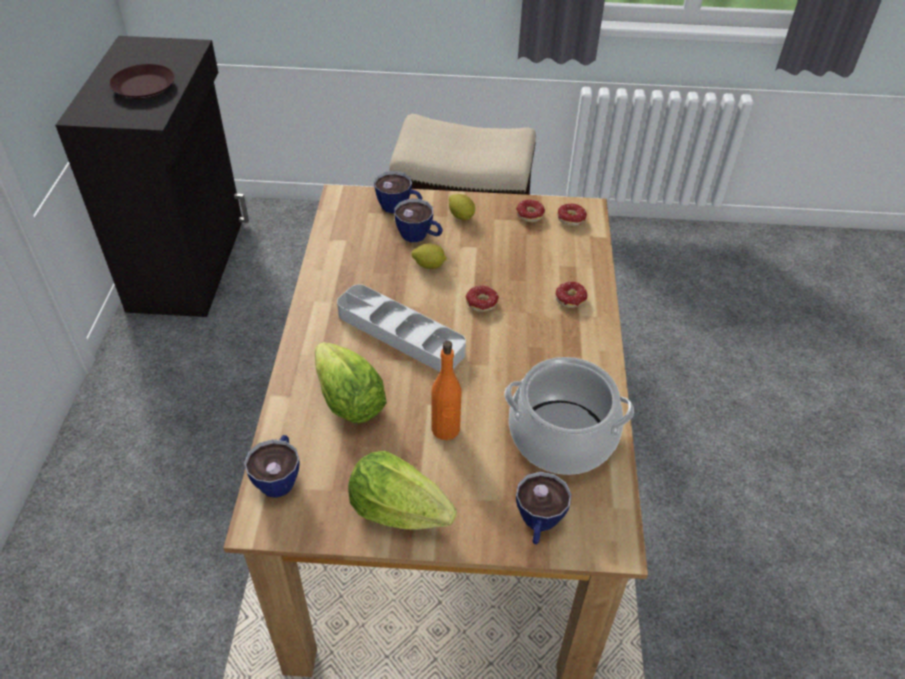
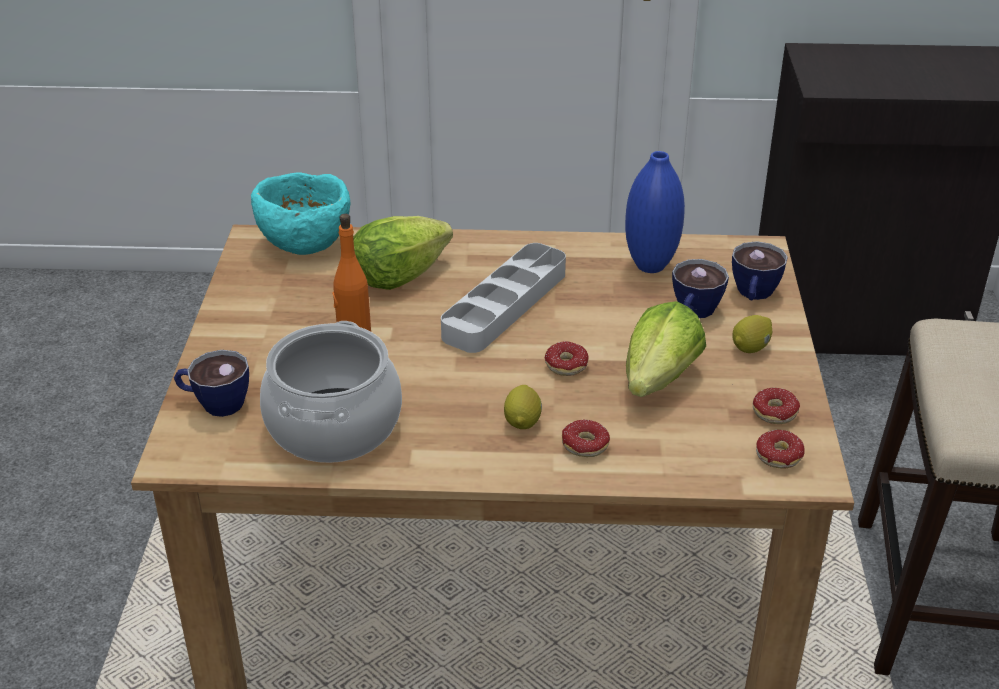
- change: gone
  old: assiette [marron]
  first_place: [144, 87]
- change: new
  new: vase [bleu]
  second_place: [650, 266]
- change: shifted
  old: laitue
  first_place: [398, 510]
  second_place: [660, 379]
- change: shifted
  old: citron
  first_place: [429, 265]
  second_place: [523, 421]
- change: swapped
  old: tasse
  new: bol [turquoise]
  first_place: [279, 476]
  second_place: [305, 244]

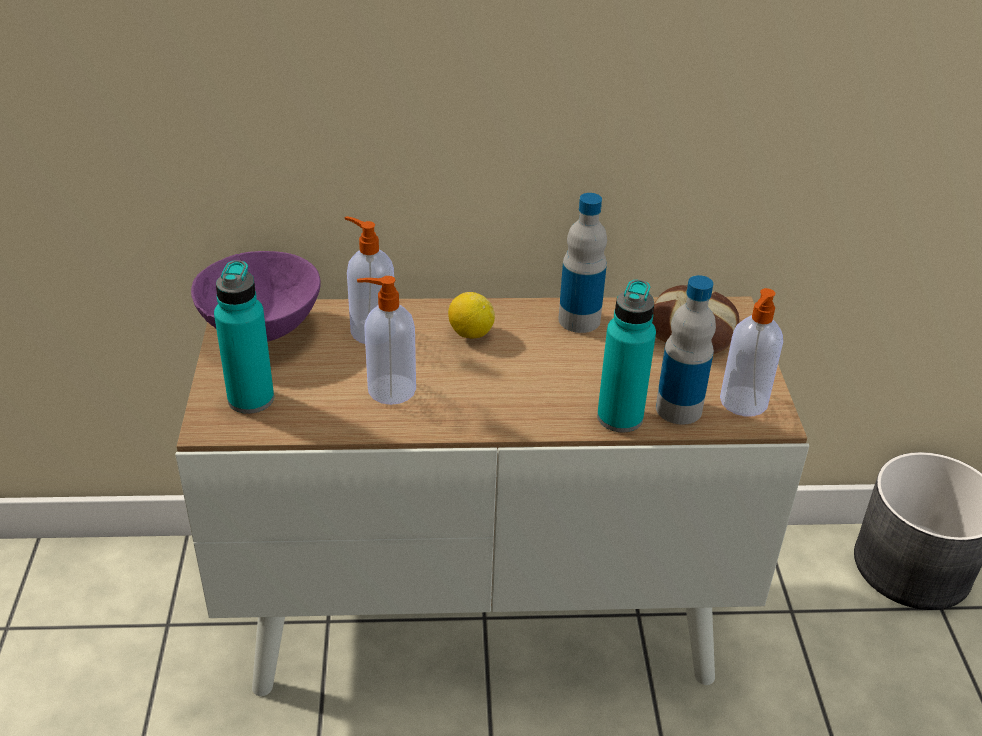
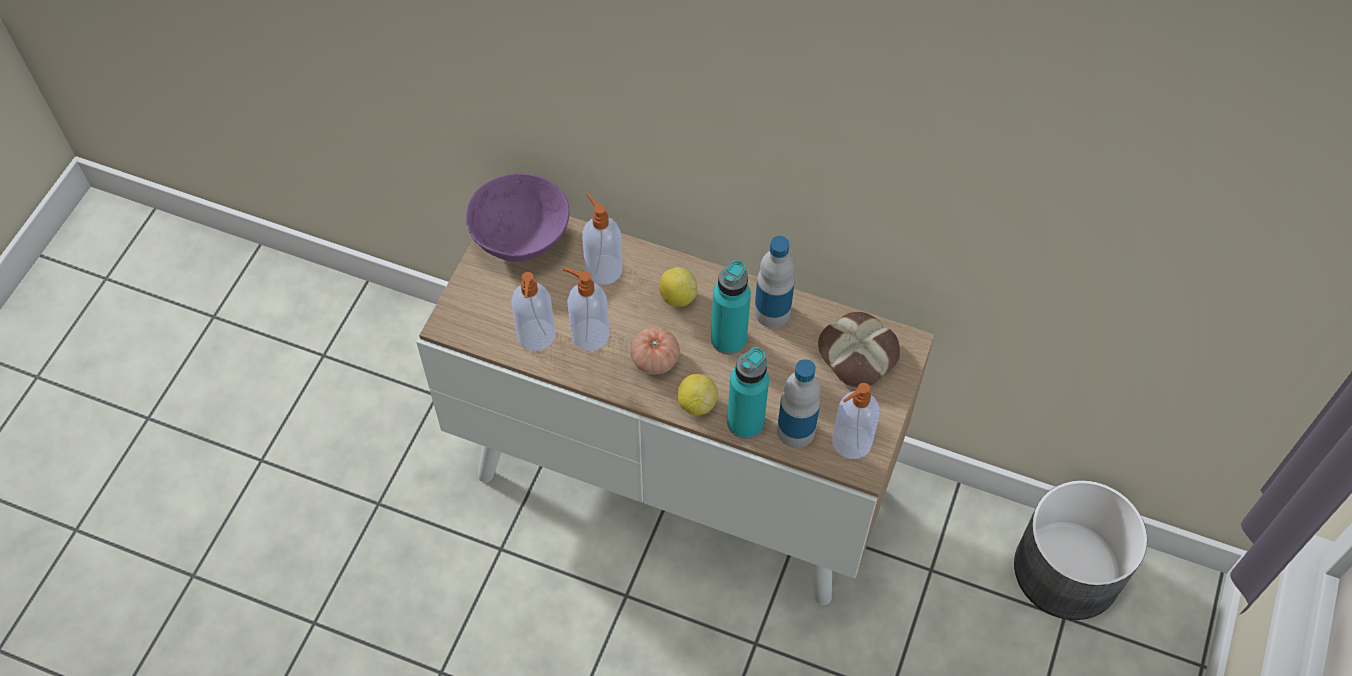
- change: new
  new: distributeur de savon
  second_place: [536, 336]
- change: new
  new: tomate
  second_place: [655, 360]
- change: new
  new: citron
  second_place: [697, 403]
- change: shifted
  old: bouteille [turquoise]
  first_place: [251, 399]
  second_place: [728, 339]

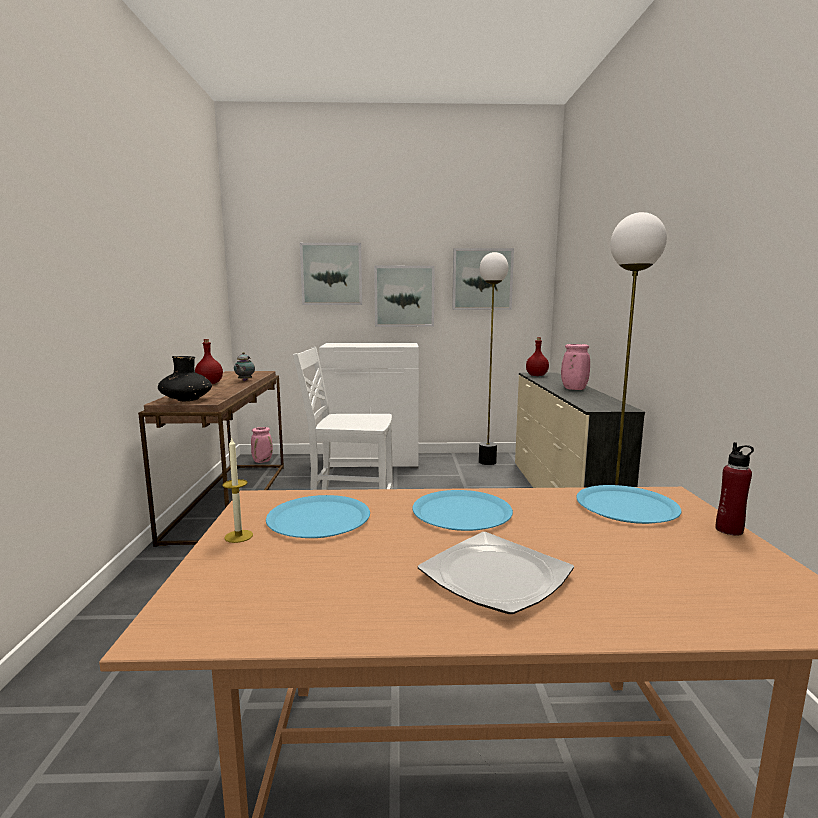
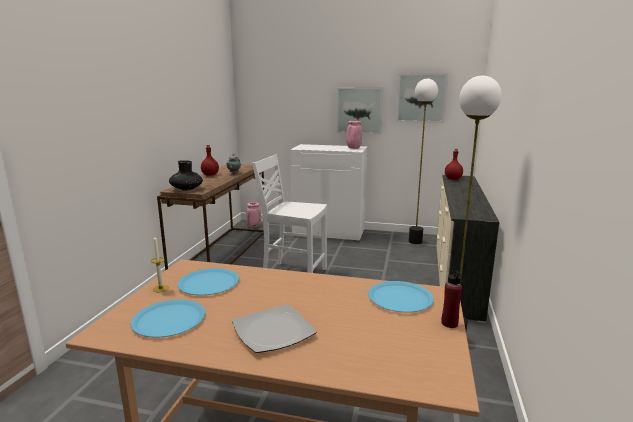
- change: gone
  old: tableau
  first_place: [331, 274]
- change: shifted
  old: assiette [bleu]
  first_place: [461, 512]
  second_place: [169, 319]
- change: shifted
  old: vase [rose]
  first_place: [573, 389]
  second_place: [353, 148]

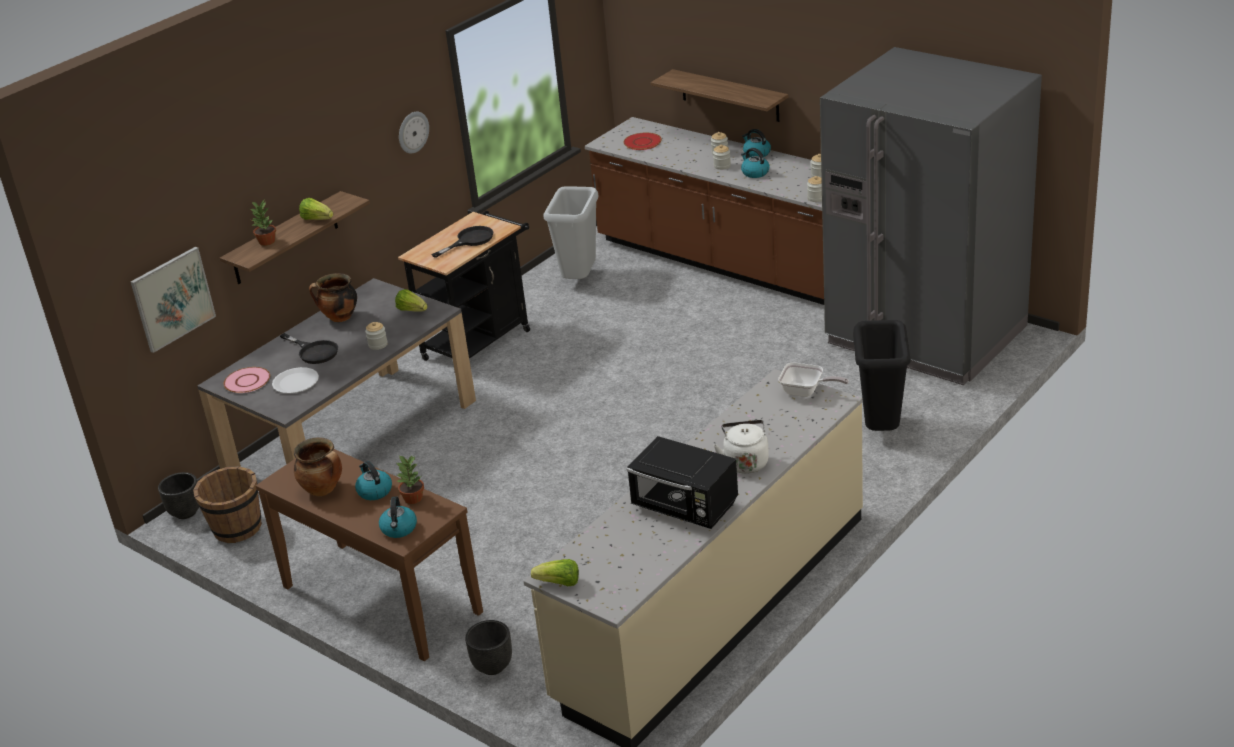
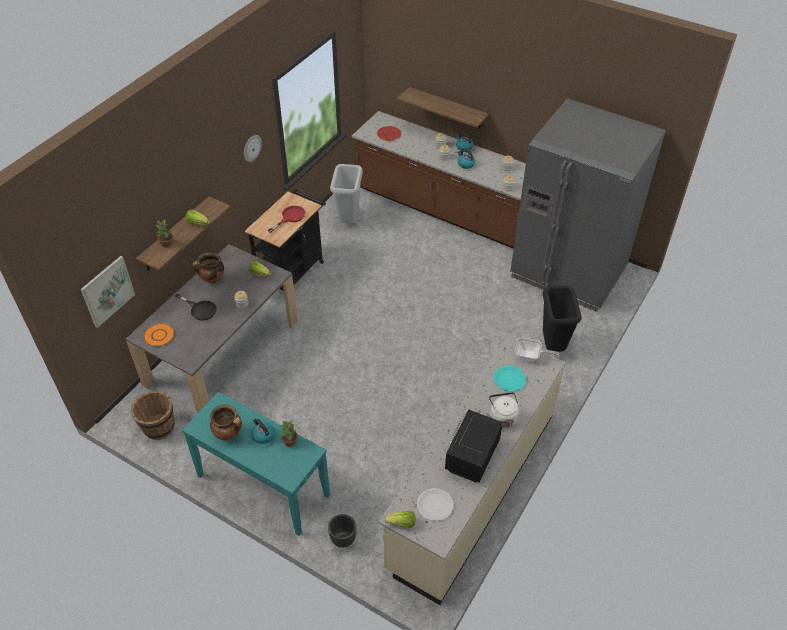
- change: gone
  old: cache-pot [noir]
  first_place: [185, 513]
- change: gone
  old: bouilloire
  first_place: [399, 529]
- change: new
  new: assiette [turquoise]
  second_place: [509, 379]
- change: shifted
  old: assiette [blanc]
  first_place: [295, 382]
  second_place: [435, 505]
- change: repainted
  old: assiette [rose]
  new: assiette [orange]
  first_place: [247, 381]
  second_place: [159, 335]
- change: repainted
  old: table console [marron]
  new: table console [turquoise]
  first_place: [380, 600]
  second_place: [263, 486]
- change: repainted
  old: poêle [noir]
  new: poêle [rouge]
  first_place: [470, 240]
  second_place: [290, 217]
- change: rotated
  old: micro-ondes [noir]
  first_place: [685, 508]
  second_place: [471, 457]
  degrees: 90

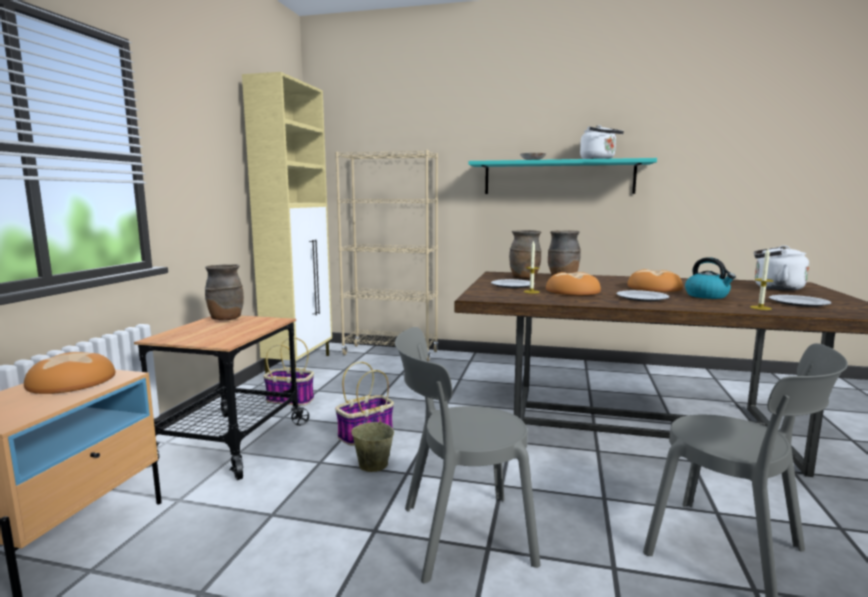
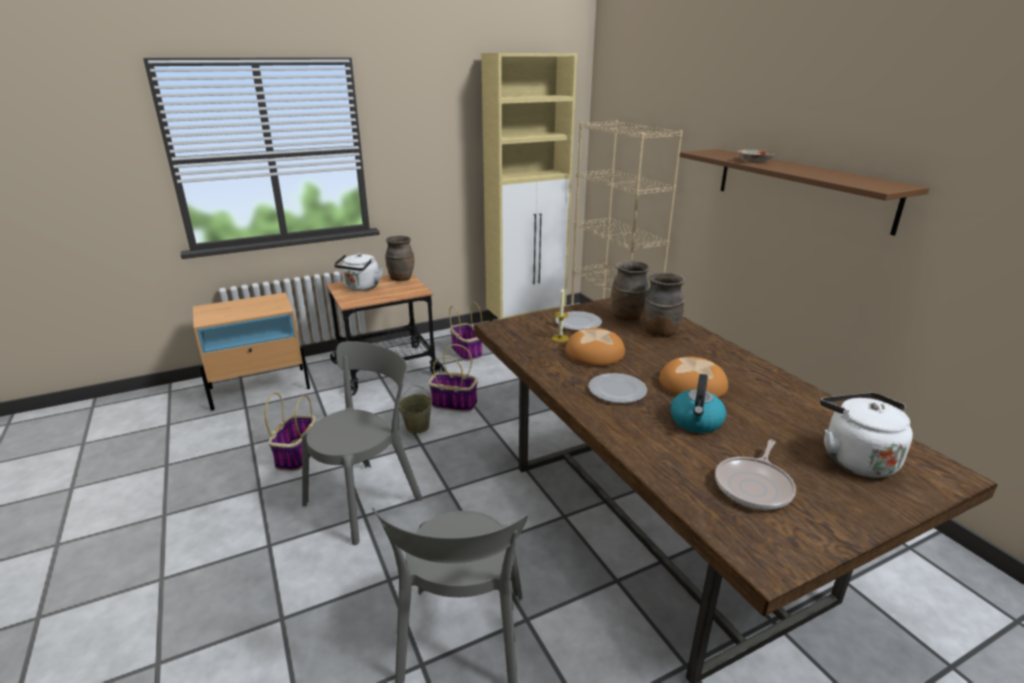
- change: gone
  old: pain
  first_place: [72, 381]
- change: gone
  old: bougie
  first_place: [760, 308]
- change: new
  new: panier
  second_place: [297, 454]
- change: shifted
  old: bouilloire [blanc]
  first_place: [599, 159]
  second_place: [361, 288]
- change: swapped
  old: assiette
  new: poêle
  first_place: [798, 303]
  second_place: [754, 486]
- change: repainted
  old: étagère [turquoise]
  new: étagère [marron]
  first_place: [558, 178]
  second_place: [800, 187]
- change: rotated
  old: chaise [gris]
  first_place: [459, 536]
  second_place: [367, 498]
  degrees: 90

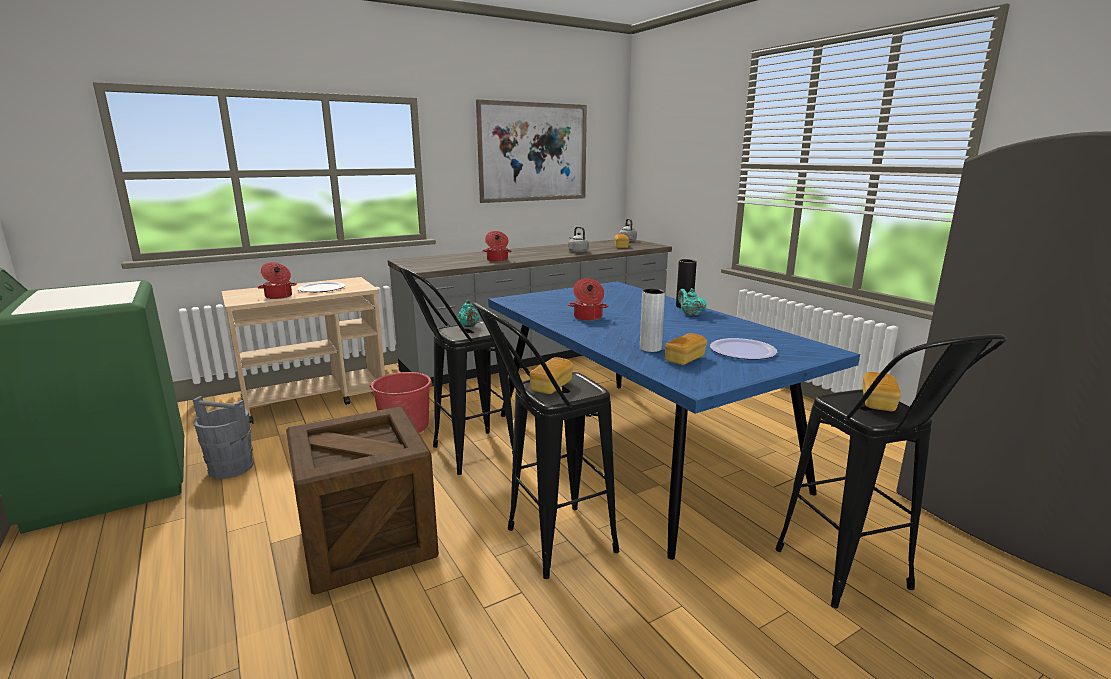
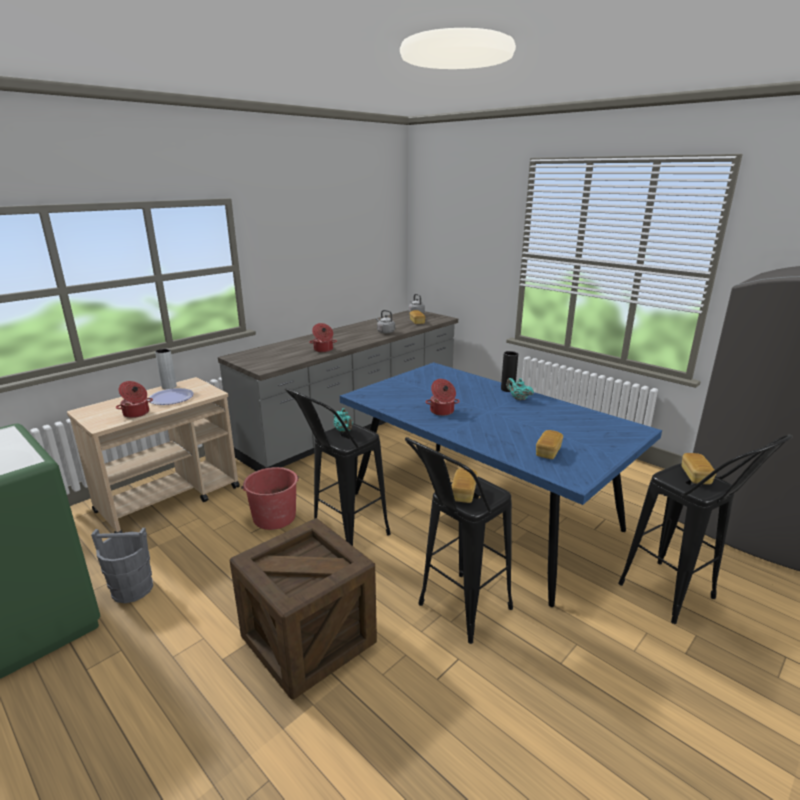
- change: gone
  old: tableau
  first_place: [534, 152]
- change: gone
  old: assiette
  first_place: [742, 351]
- change: shifted
  old: vase [gris]
  first_place: [650, 348]
  second_place: [169, 387]

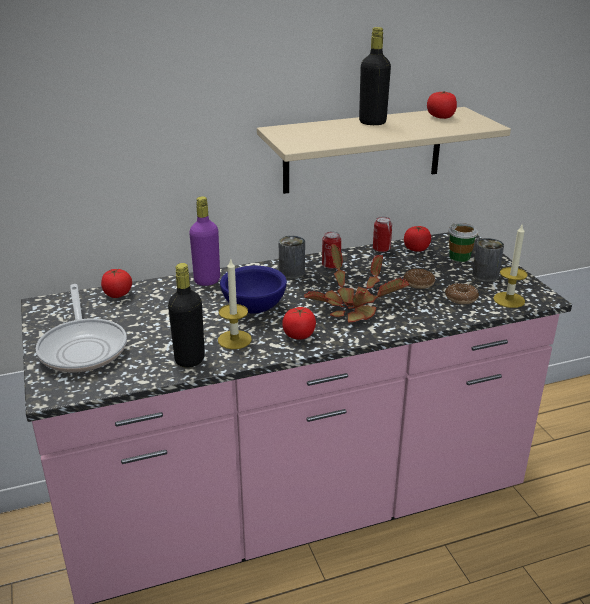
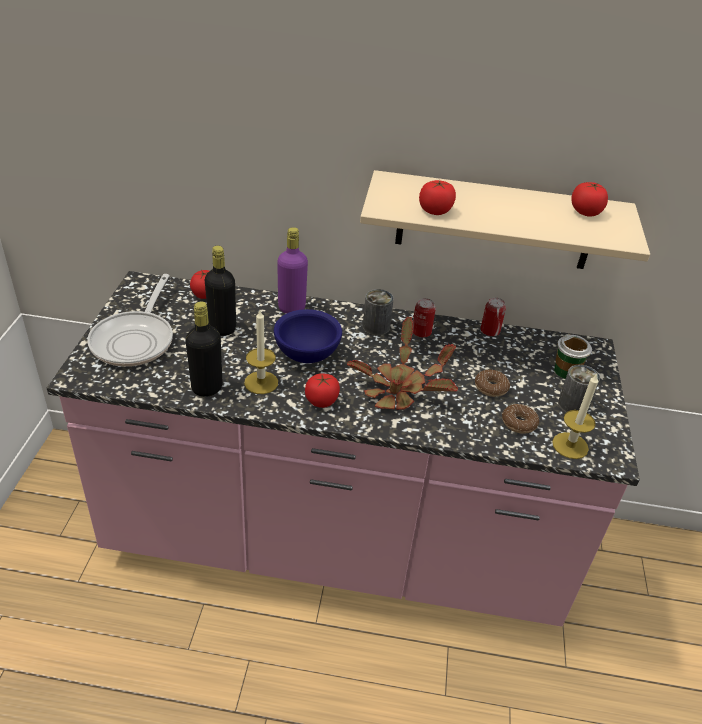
- change: shifted
  old: bouteille [noir]
  first_place: [372, 122]
  second_place: [222, 328]
- change: shifted
  old: tomate
  first_place: [416, 249]
  second_place: [435, 211]

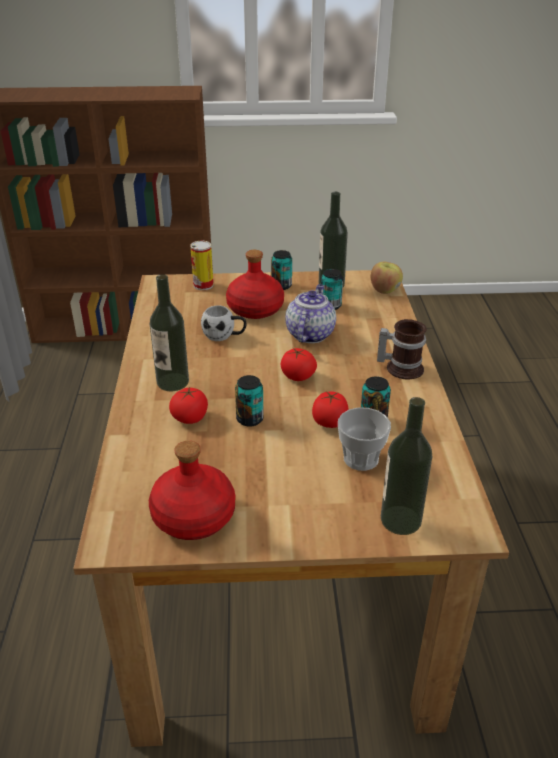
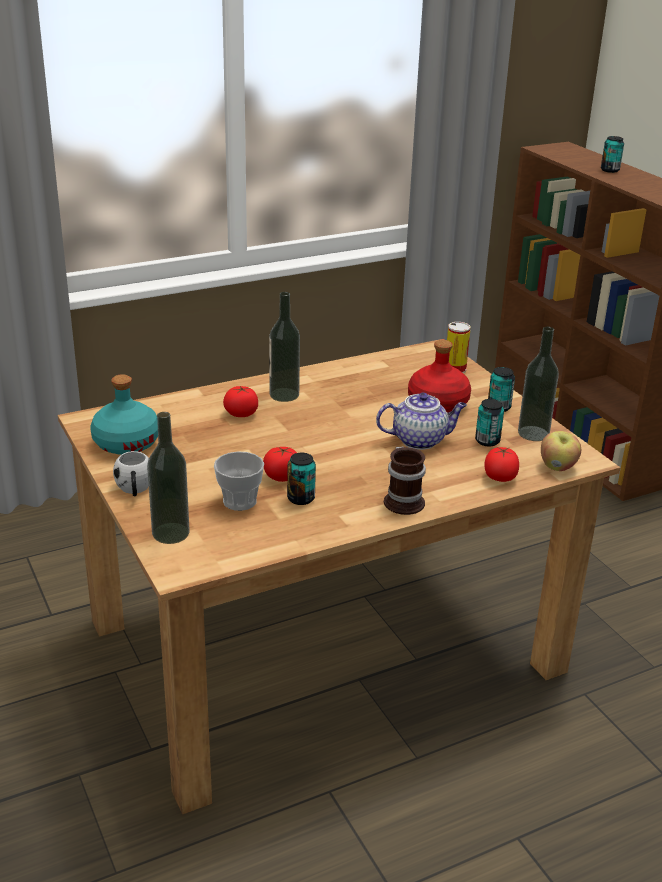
- change: shifted
  old: mug [blanc]
  first_place: [224, 335]
  second_place: [134, 490]
- change: shifted
  old: boîte métallique
  first_place: [249, 419]
  second_place: [610, 170]
- change: shifted
  old: tomate
  first_place: [297, 376]
  second_place: [500, 477]
- change: repainted
  old: bouteille [rouge]
  new: bouteille [turquoise]
  first_place: [192, 517]
  second_place: [126, 443]

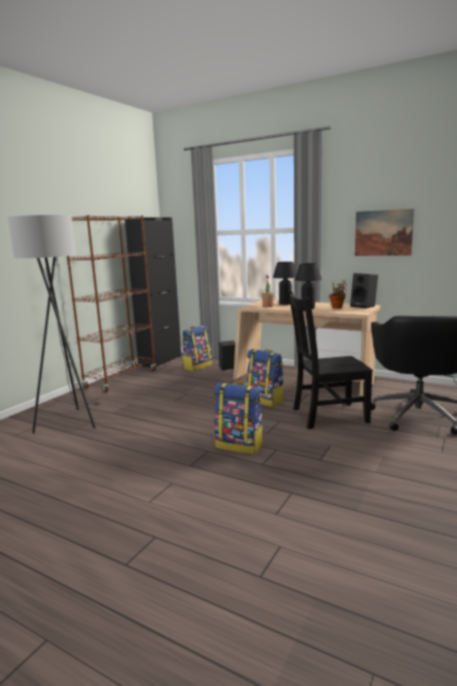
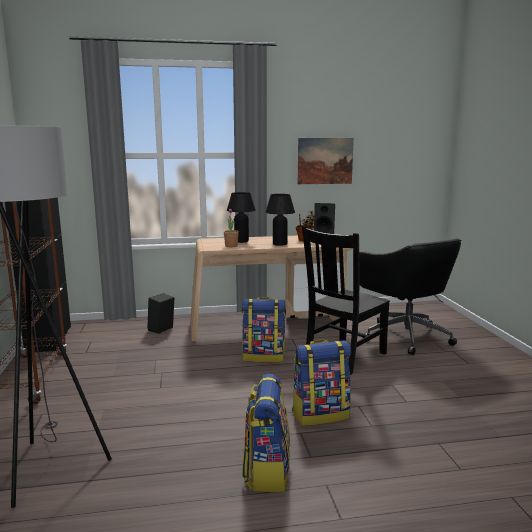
- change: shifted
  old: sac à dos
  first_place: [197, 366]
  second_place: [266, 470]

